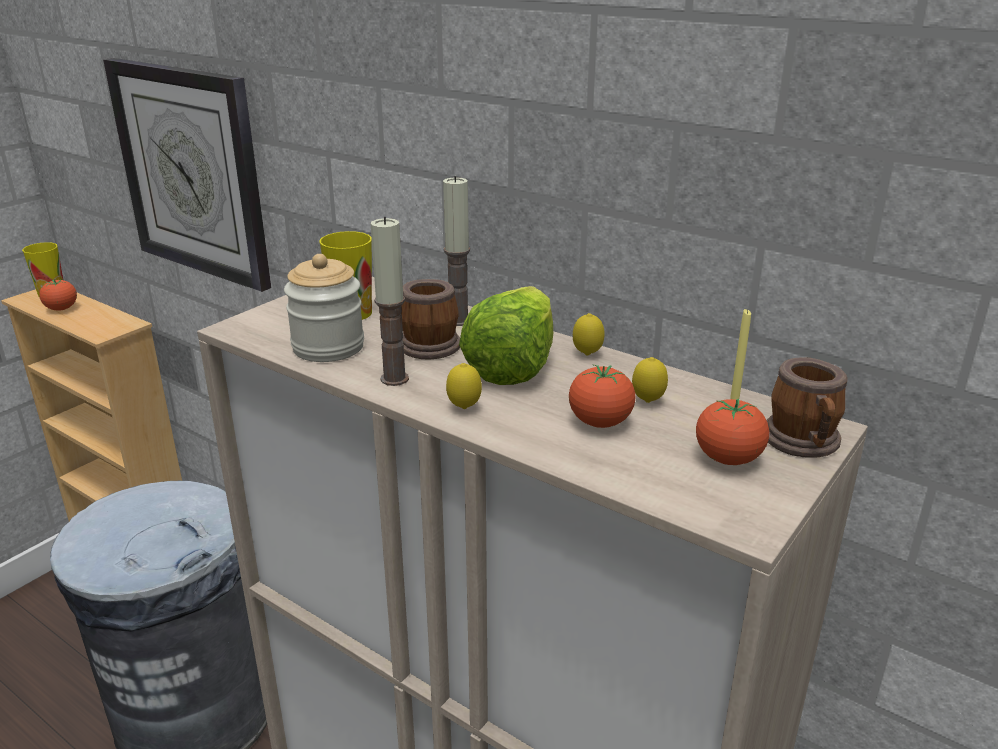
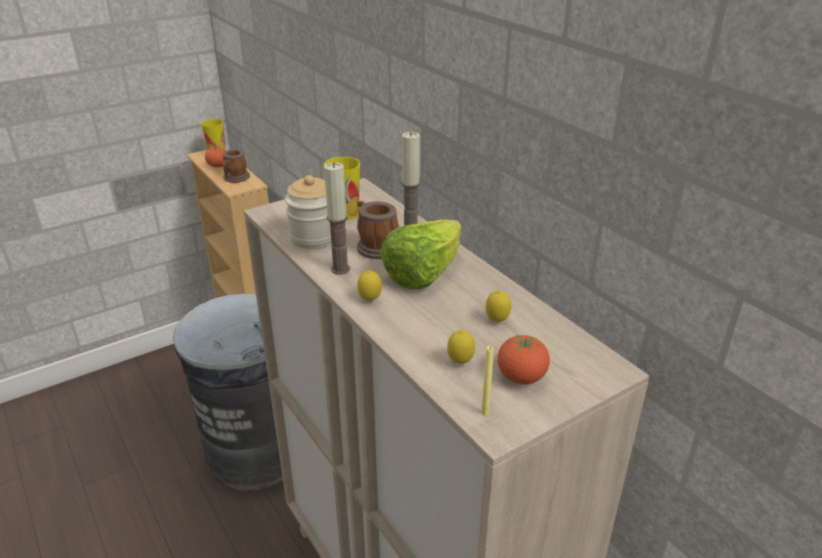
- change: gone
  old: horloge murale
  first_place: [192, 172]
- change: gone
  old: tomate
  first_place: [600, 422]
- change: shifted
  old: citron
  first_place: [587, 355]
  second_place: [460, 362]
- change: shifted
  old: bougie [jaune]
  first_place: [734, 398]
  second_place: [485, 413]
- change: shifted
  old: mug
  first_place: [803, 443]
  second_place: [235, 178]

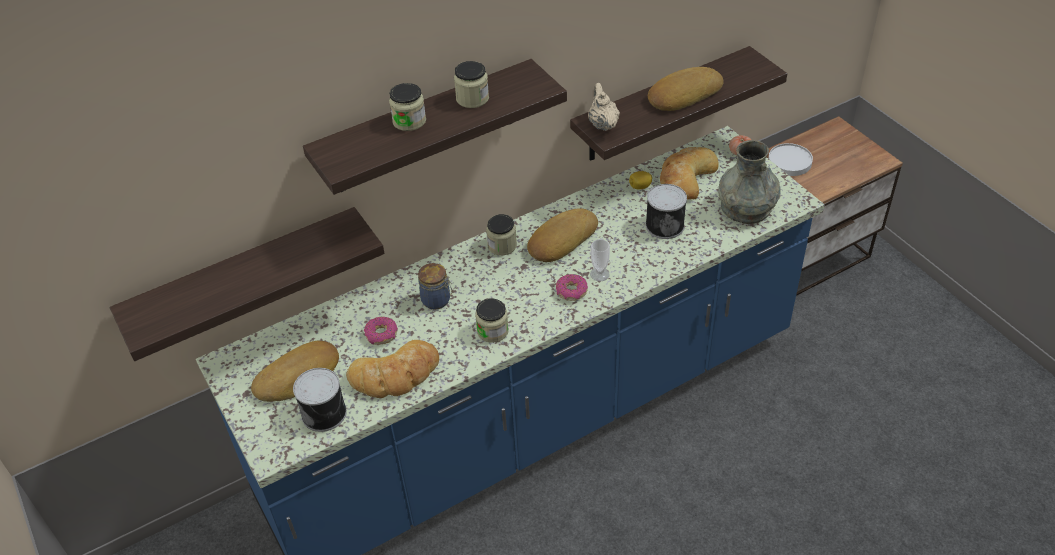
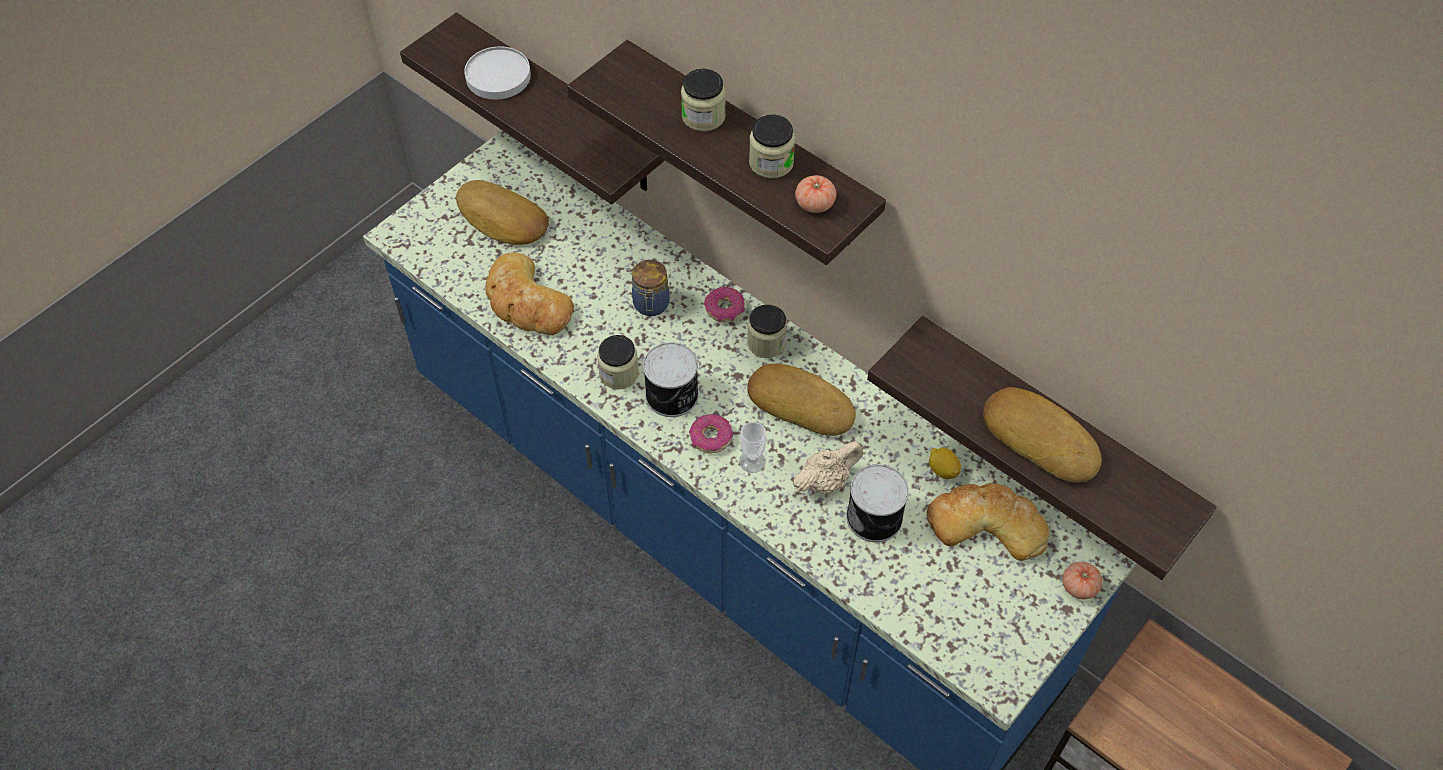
- change: gone
  old: vase [gris]
  first_place: [746, 207]
- change: new
  new: tomate
  second_place: [815, 204]
- change: shifted
  old: boîte métallique
  first_place: [325, 413]
  second_place: [673, 396]
- change: shifted
  old: beignet
  first_place: [381, 334]
  second_place: [724, 309]
- change: shifted
  old: théière [beige]
  first_place: [603, 124]
  second_place: [825, 481]
- change: shifted
  old: assiette [blanc]
  first_place: [789, 161]
  second_place: [498, 76]

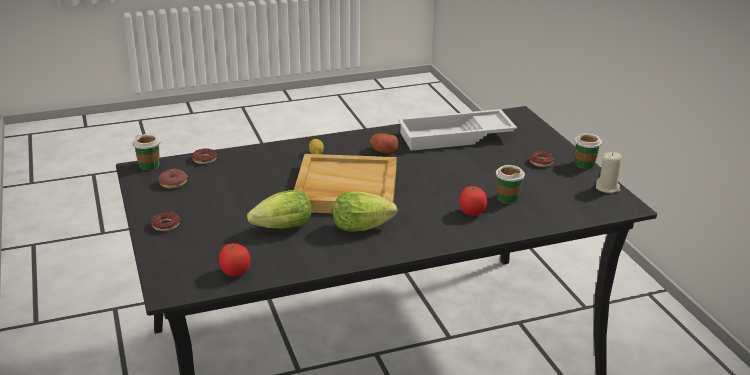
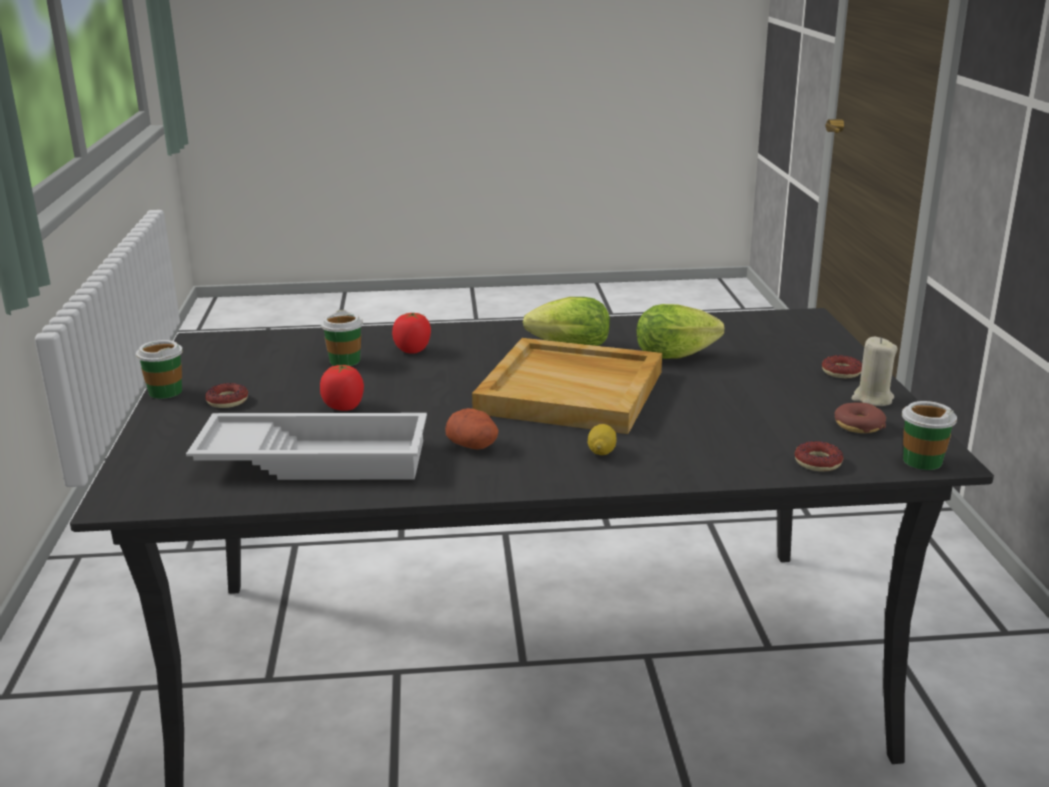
- change: shifted
  old: tomate
  first_place: [235, 272]
  second_place: [344, 407]
- change: shifted
  old: bougie [beige]
  first_place: [607, 188]
  second_place: [872, 399]

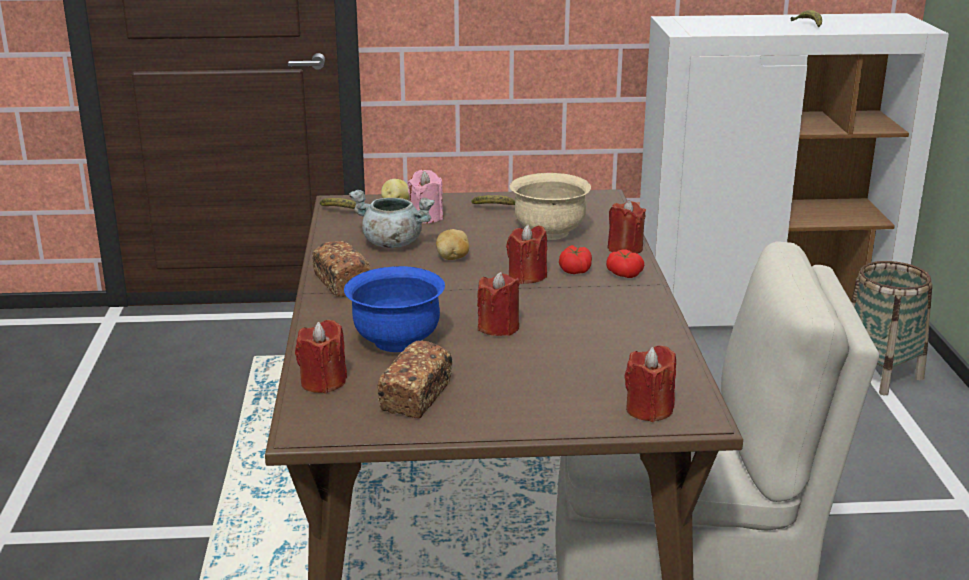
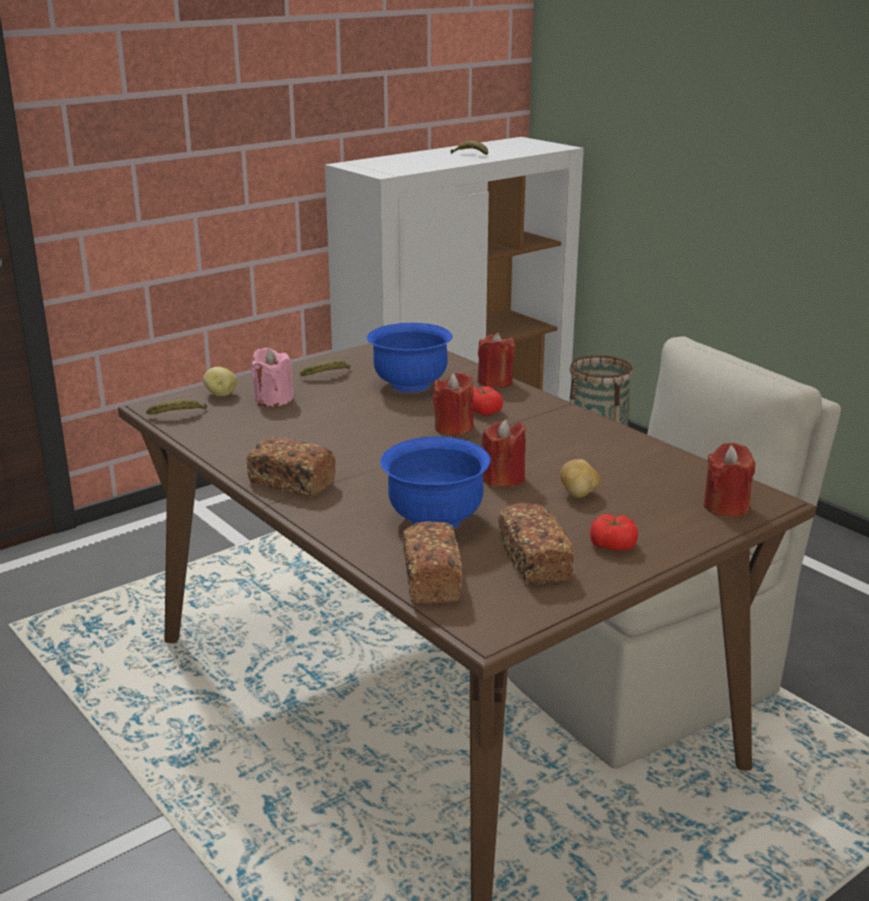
- change: gone
  old: marmite [gris]
  first_place: [392, 243]
- change: shifted
  old: pomme de terre
  first_place: [453, 258]
  second_place: [578, 494]
- change: shifted
  old: tomate
  first_place: [624, 274]
  second_place: [613, 545]
- change: swapped
  old: bougie [rouge]
  new: pain
  first_place: [323, 382]
  second_place: [431, 580]
- change: repainted
  old: bol [beige]
  new: bol [bleu]
  first_place: [549, 232]
  second_place: [410, 385]

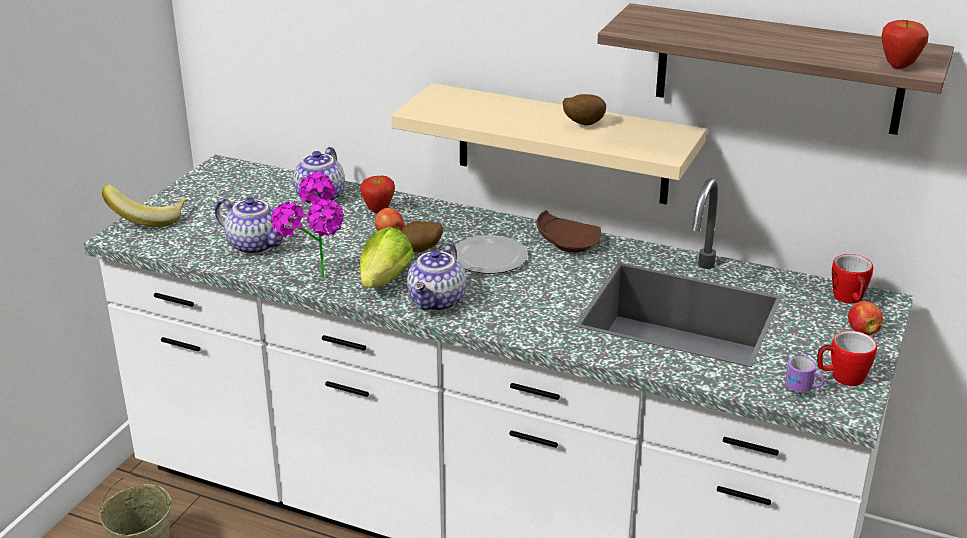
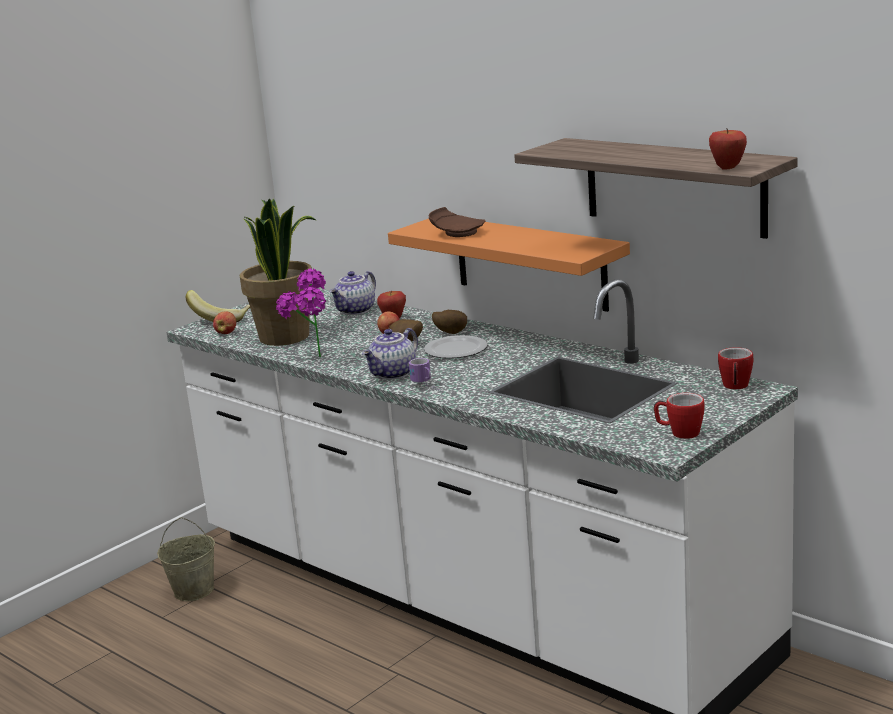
- change: gone
  old: laitue
  first_place: [383, 283]
- change: shifted
  old: assiette [marron]
  first_place: [567, 243]
  second_place: [457, 233]
- change: shifted
  old: pomme de terre
  first_place: [582, 124]
  second_place: [450, 333]
- change: shifted
  old: mug
  first_place: [813, 397]
  second_place: [428, 388]
- change: shifted
  old: pomme
  first_place: [862, 331]
  second_place: [226, 333]
- change: swapped
  old: théière
  new: plante en pot
  first_place: [256, 245]
  second_place: [285, 337]
- change: repainted
  old: étagère [beige]
  new: étagère [orange]
  first_place: [562, 144]
  second_place: [530, 262]

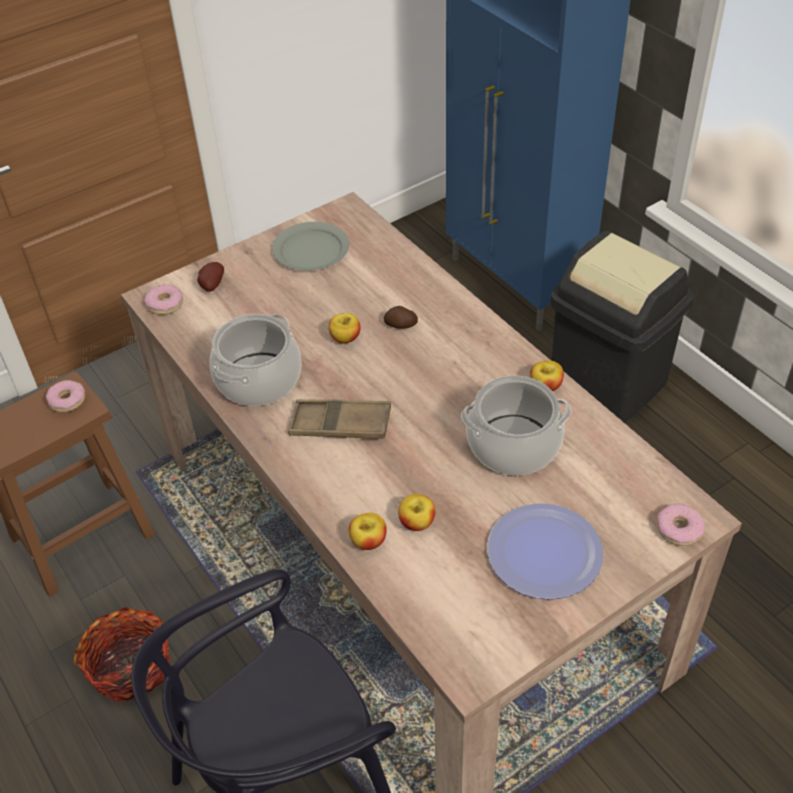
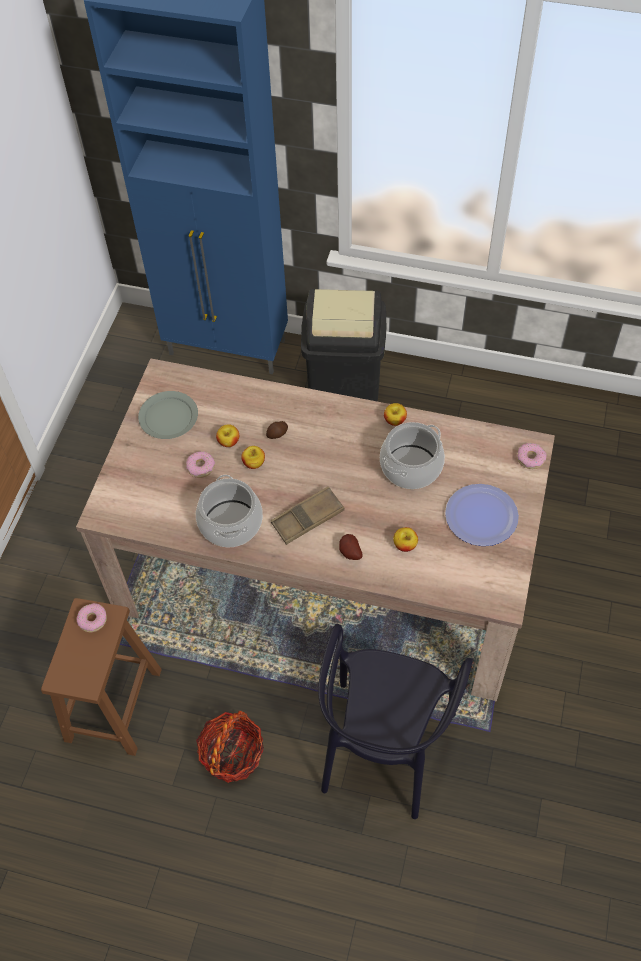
- change: shifted
  old: beignet
  first_place: [165, 304]
  second_place: [201, 467]
- change: shifted
  old: pomme de terre
  first_place: [211, 286]
  second_place: [349, 553]
- change: shifted
  old: pomme
  first_place: [368, 541]
  second_place: [228, 442]

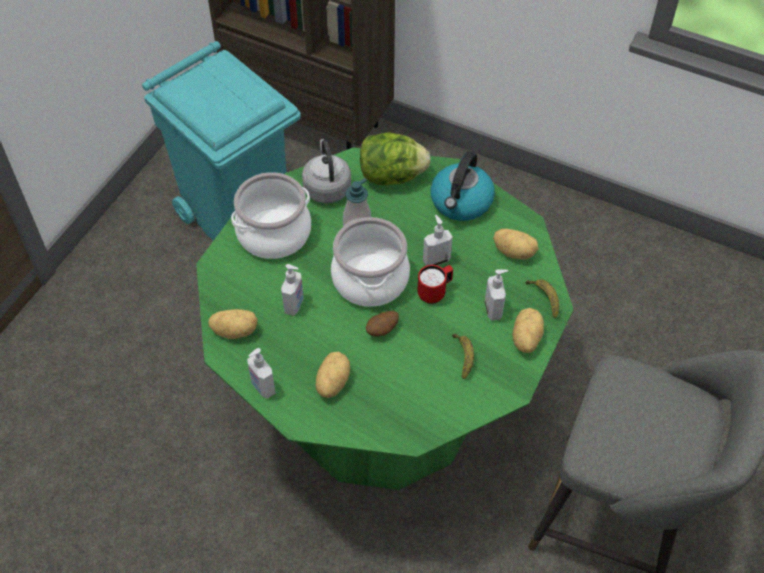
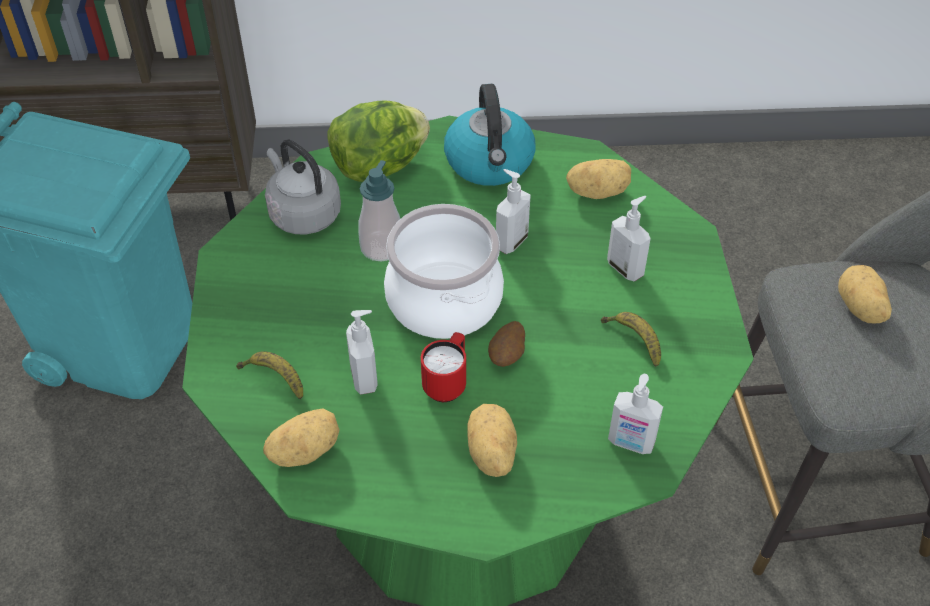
- change: gone
  old: marmite
  first_place: [274, 234]
- change: shifted
  old: distributeur de savon
  first_place: [262, 387]
  second_place: [630, 443]
- change: shifted
  old: mug [rouge]
  first_place: [435, 292]
  second_place: [447, 383]
- change: shifted
  old: pomme de terre
  first_place: [525, 339]
  second_place: [859, 309]
- change: shifted
  old: banane
  first_place: [544, 299]
  second_place: [274, 378]

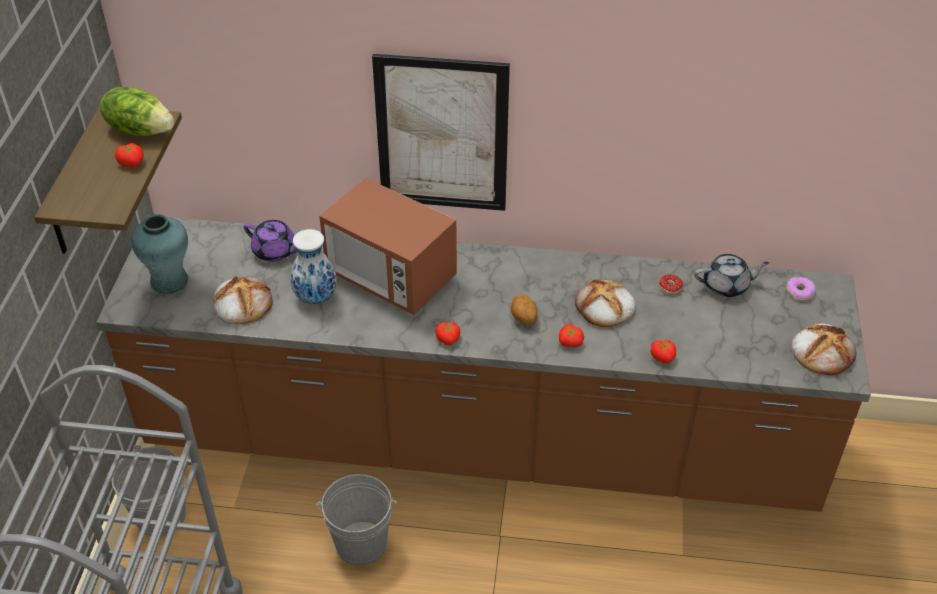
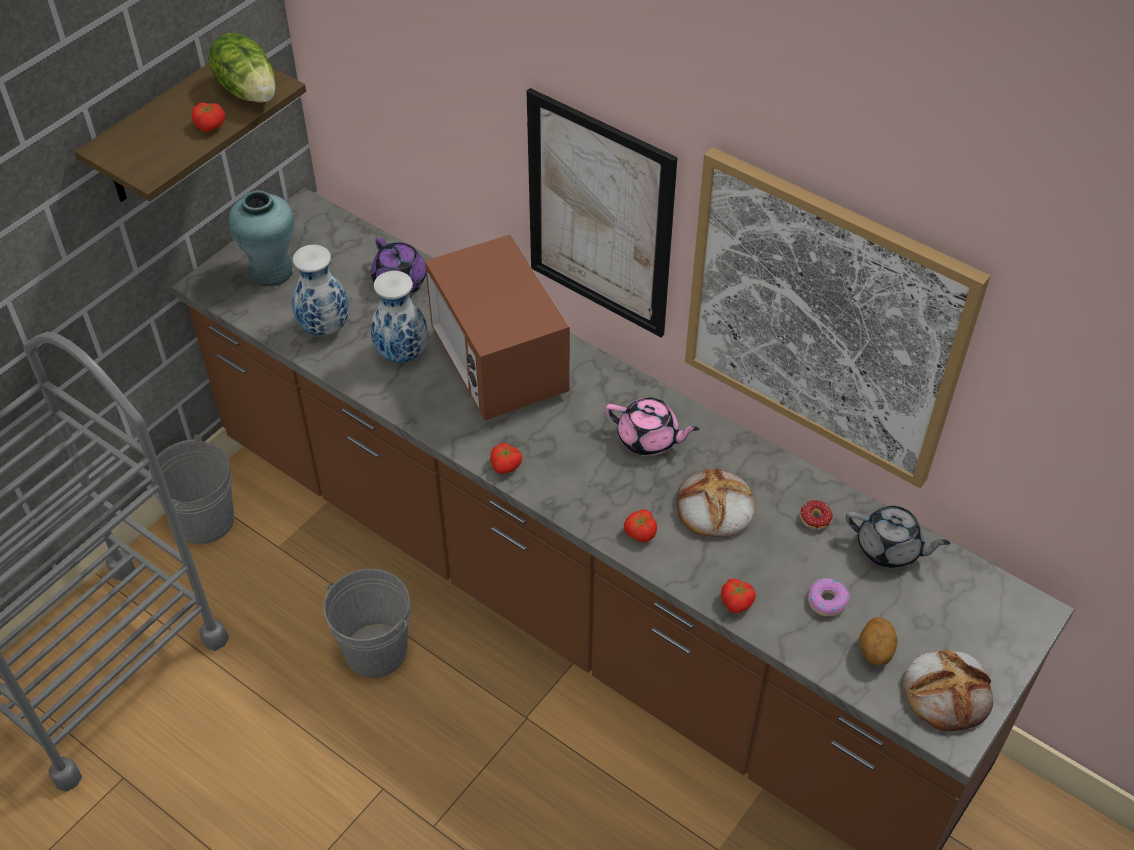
- change: new
  new: théière [rose]
  second_place: [649, 439]
- change: new
  new: tableau
  second_place: [823, 319]
- change: shifted
  old: pomme de terre
  first_place: [523, 318]
  second_place: [874, 651]
- change: shifted
  old: beignet
  first_place: [799, 292]
  second_place: [827, 601]
- change: swapped
  old: pain
  new: vase
  first_place: [242, 303]
  second_place: [323, 328]

